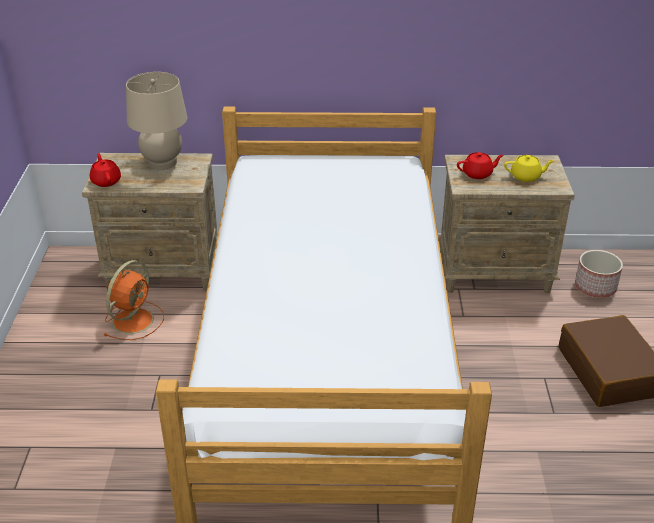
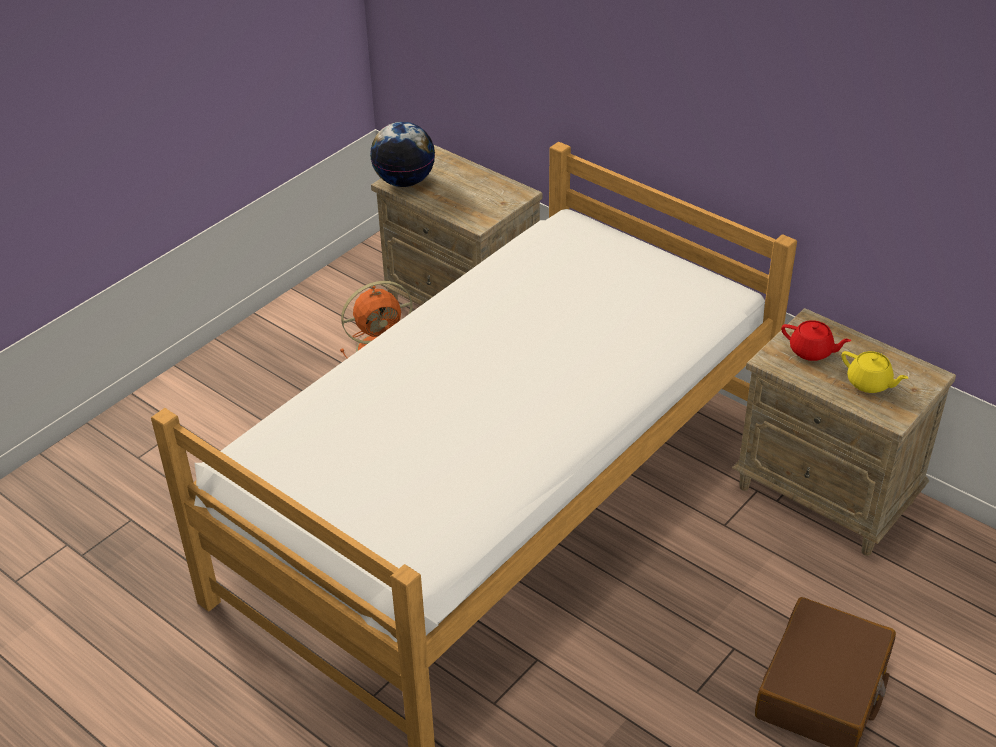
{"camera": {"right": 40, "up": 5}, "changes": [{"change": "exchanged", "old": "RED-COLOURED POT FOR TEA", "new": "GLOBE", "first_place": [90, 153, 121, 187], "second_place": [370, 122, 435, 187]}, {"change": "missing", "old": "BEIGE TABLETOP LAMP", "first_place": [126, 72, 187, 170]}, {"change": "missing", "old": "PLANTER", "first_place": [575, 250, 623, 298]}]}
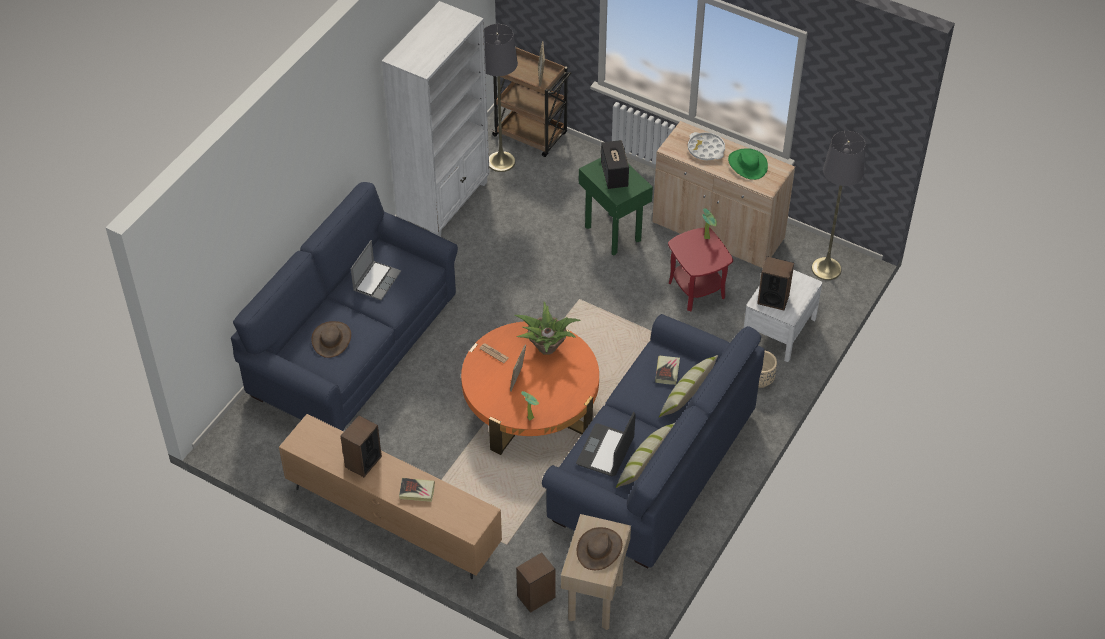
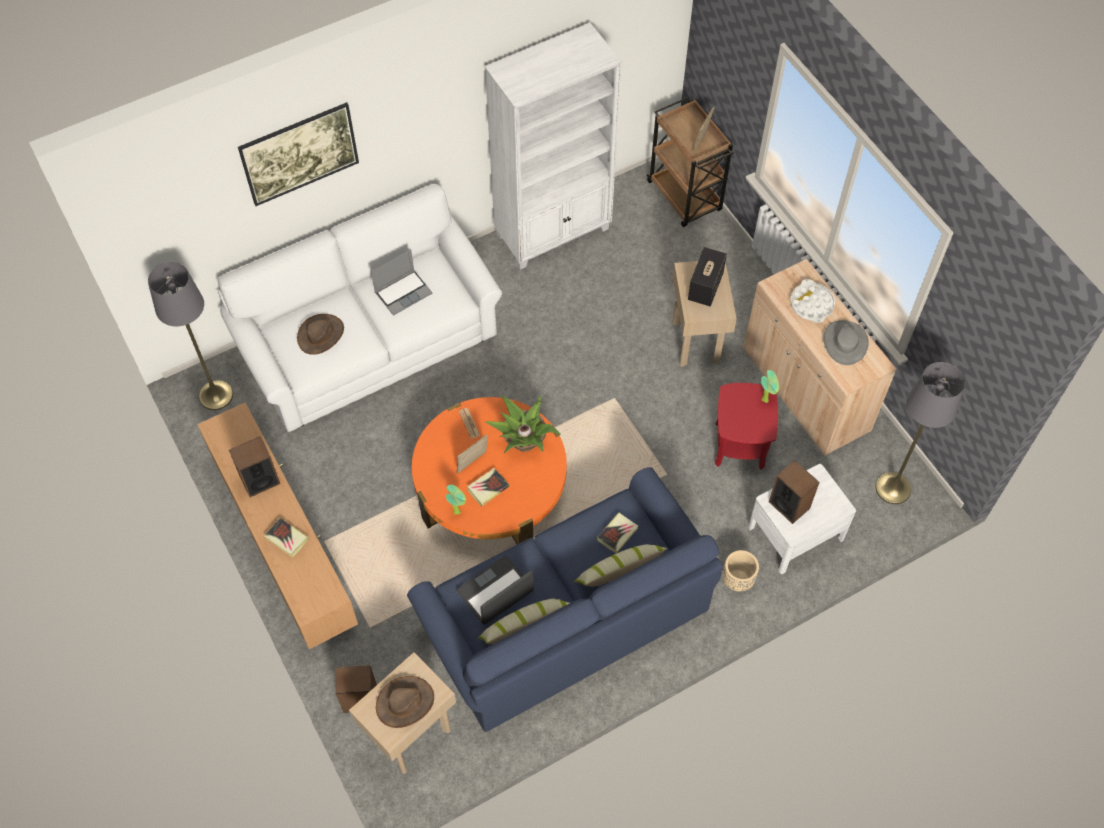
{"camera": {"right": 30, "up": 10}, "changes": [{"change": "colour", "old": "BLUISH SOFA", "new": "WHITE SOFA", "first_place": [231, 182, 458, 431], "second_place": [218, 184, 502, 432]}, {"change": "relocated", "old": "GREYISH STANDARD LAMP", "first_place": [484, 24, 518, 172], "second_place": [148, 262, 233, 410]}, {"change": "colour", "old": "GREEN ACCENT TABLE", "new": "BEIGE ACCENT TABLE", "first_place": [579, 158, 653, 255], "second_place": [672, 261, 737, 367]}, {"change": "colour", "old": "GREEN WEARABLE HAT", "new": "GREYISH WEARABLE HAT", "first_place": [728, 148, 768, 180], "second_place": [823, 320, 869, 365]}, {"change": "appeared", "new": "WALL ART", "second_place": [238, 102, 359, 206]}, {"change": "appeared", "new": "VOLUME", "second_place": [467, 468, 509, 506]}]}
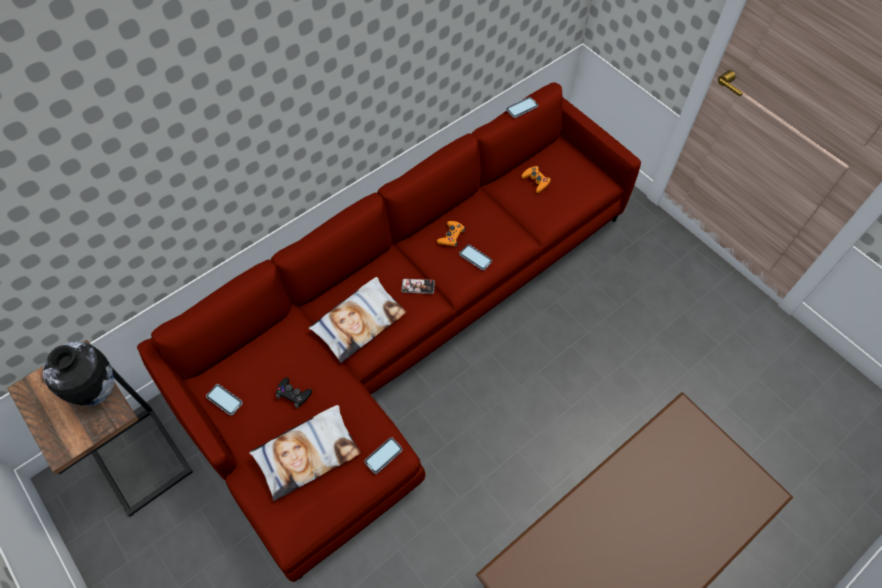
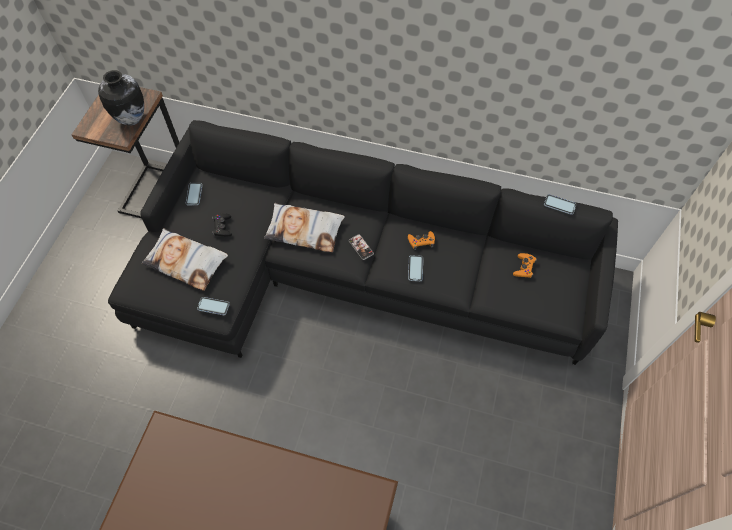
{"camera": {"right": 55, "up": 0}, "changes": [{"change": "colour", "old": "RED-COLOURED SOFA", "new": "BLACK-COLOURED SOFA", "first_place": [137, 82, 641, 582], "second_place": [108, 120, 618, 365]}]}
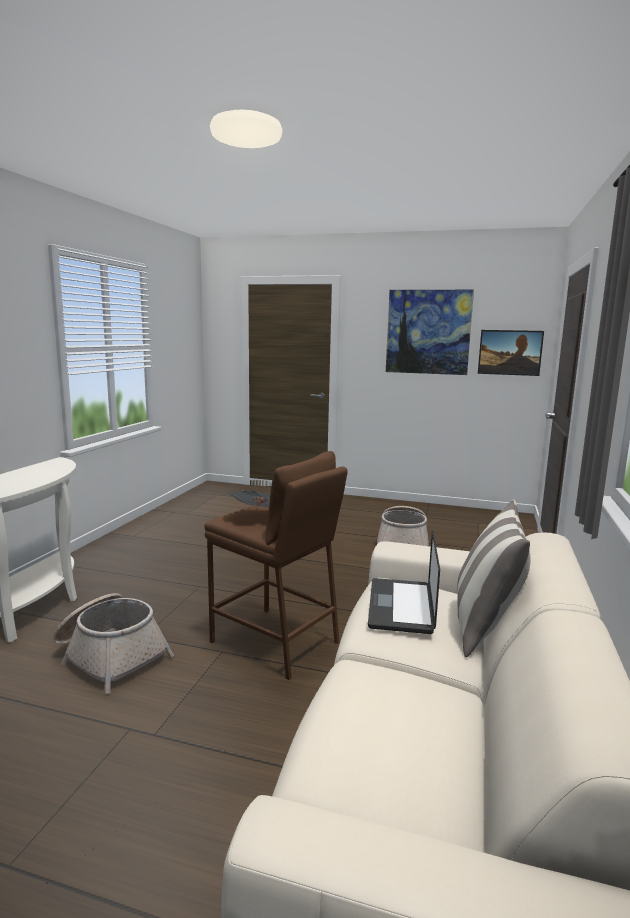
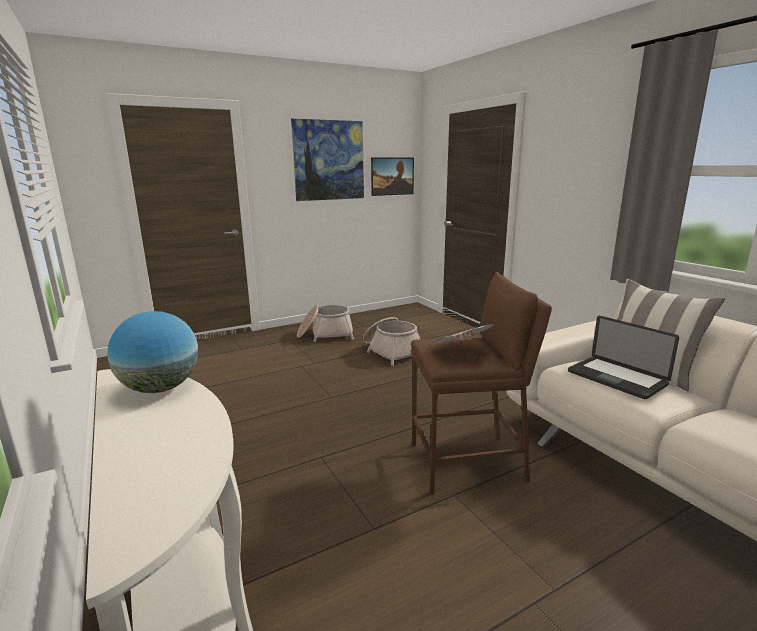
{"camera": {"right": -45, "up": 5}, "changes": [{"change": "relocated", "old": "BASKET", "first_place": [54, 593, 174, 694], "second_place": [297, 305, 354, 342]}, {"change": "appeared", "new": "GLOBE", "second_place": [107, 311, 198, 393]}]}
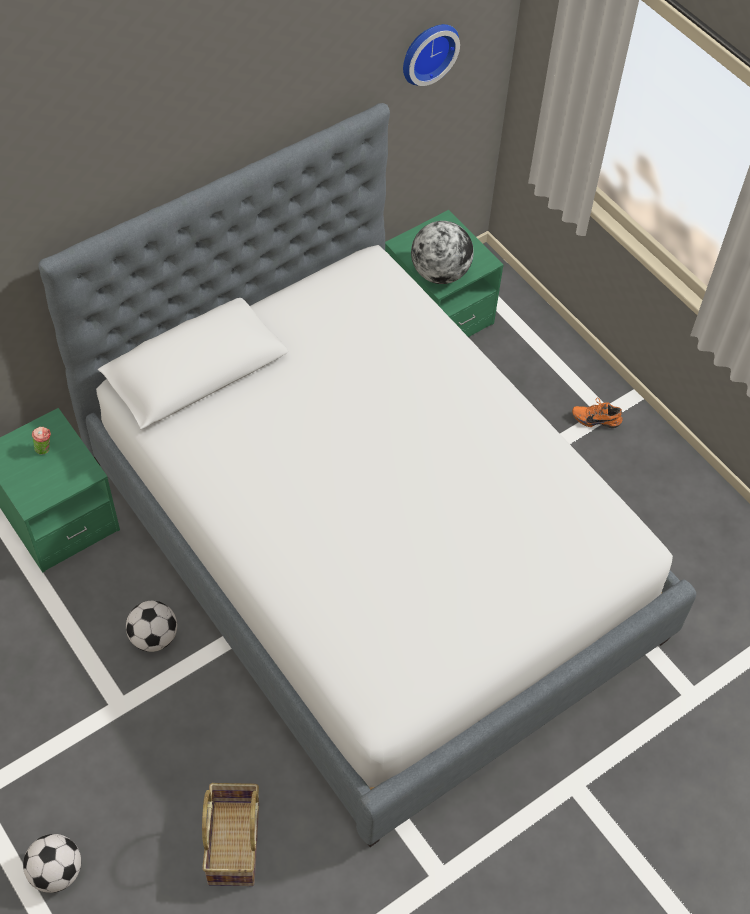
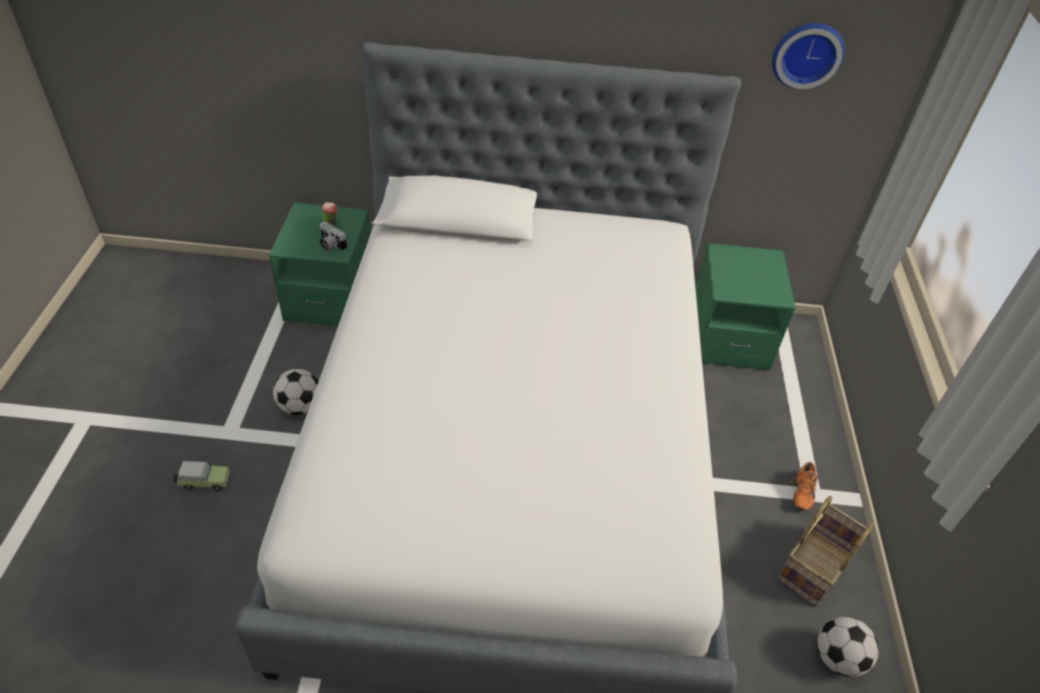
{"camera": {"right": 40, "up": -10}, "changes": [{"change": "relocated", "old": "FOOTBALL BALL", "first_place": [23, 834, 81, 893], "second_place": [817, 616, 879, 677]}, {"change": "relocated", "old": "BASKET", "first_place": [202, 783, 259, 886], "second_place": [777, 496, 874, 607]}, {"change": "missing", "old": "GLOBE", "first_place": [411, 221, 474, 284]}, {"change": "spun", "old": "ORANGE LOW SHOE", "first_place": [572, 398, 623, 428], "second_place": [791, 462, 818, 510], "degrees": -120}, {"change": "appeared", "new": "MINIATURE CAR", "second_place": [173, 461, 230, 491]}, {"change": "appeared", "new": "PHOTO CAMERA", "second_place": [320, 222, 347, 251]}]}
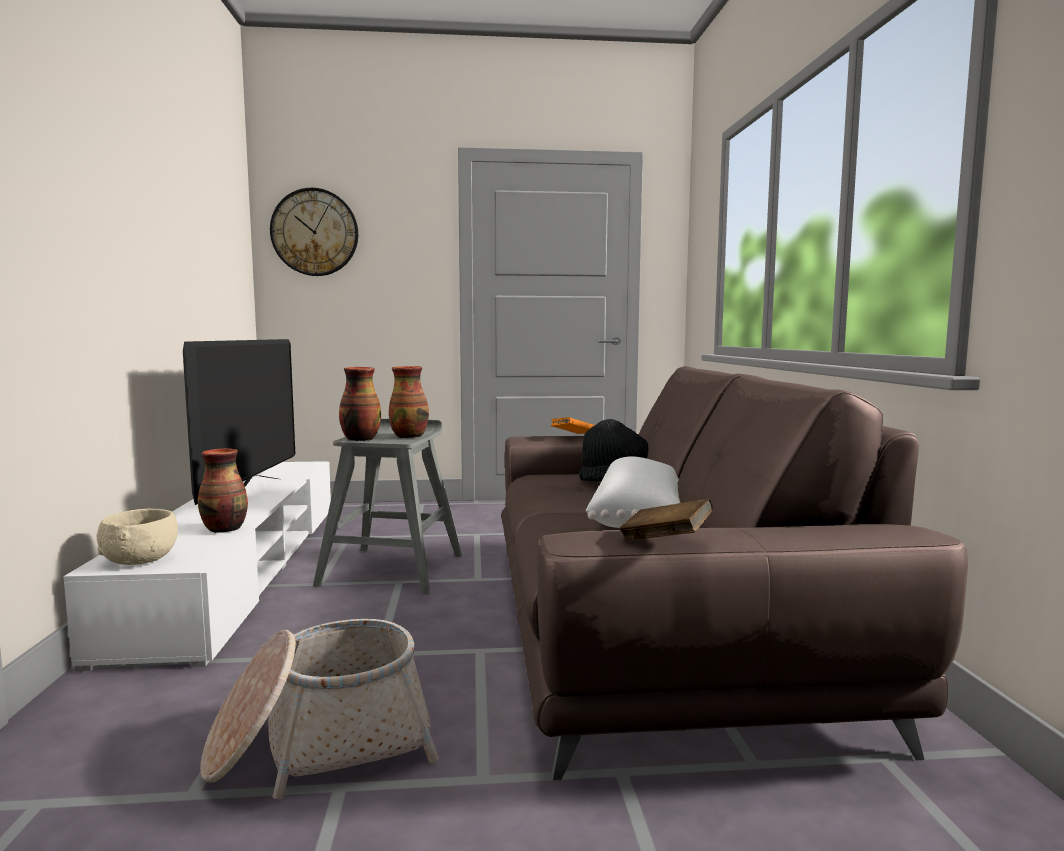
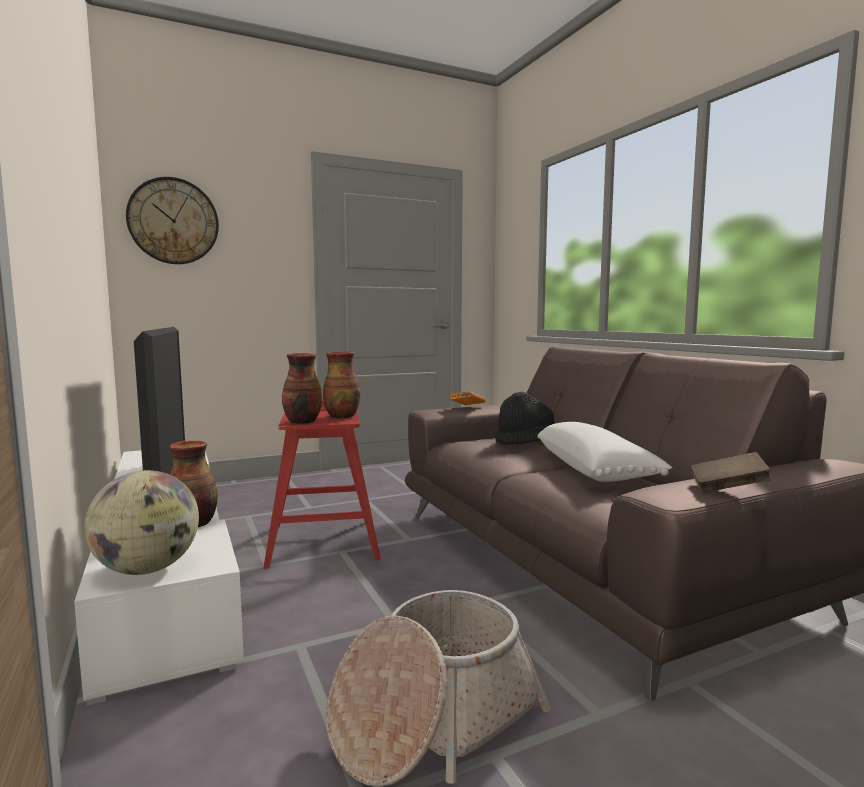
{"camera": {"right": -20, "up": 0}, "changes": [{"change": "exchanged", "old": "BEIGE SERVING BOWL", "new": "GLOBE", "first_place": [97, 509, 178, 565], "second_place": [84, 470, 199, 575]}, {"change": "colour", "old": "GREYISH STOOL", "new": "RED-COLOURED STOOL", "first_place": [313, 418, 462, 595], "second_place": [263, 400, 381, 569]}]}
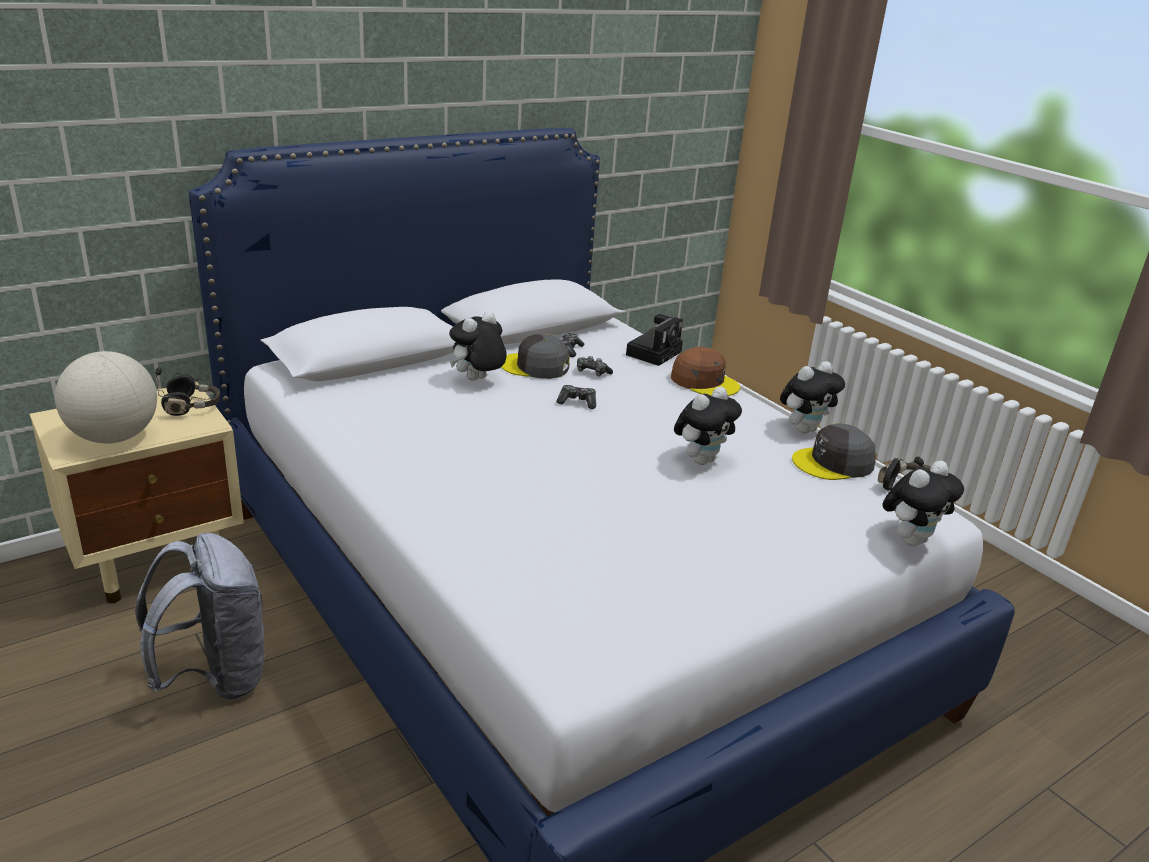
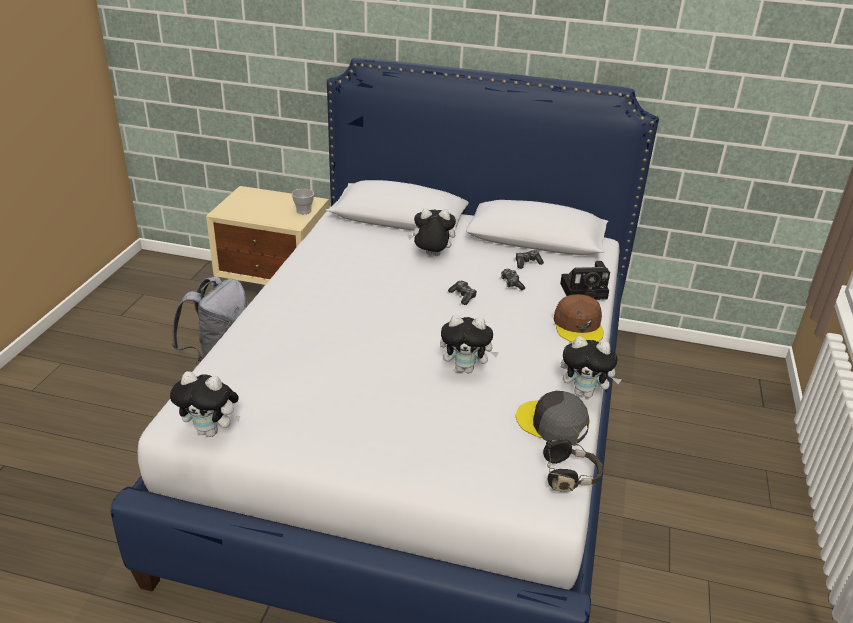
{"camera": {"right": 50, "up": 5}, "changes": [{"change": "missing", "old": "GLOBE", "first_place": [55, 351, 157, 443]}, {"change": "exchanged", "old": "BLACK-COLOURED PAIR OF HEADPHONES", "new": "SMALL CUP", "first_place": [155, 367, 220, 416], "second_place": [292, 189, 314, 214]}, {"change": "missing", "old": "GREYISH BASEBALL CAP", "first_place": [501, 334, 570, 379]}, {"change": "relocated", "old": "CUDDLY TOY", "first_place": [882, 461, 964, 546], "second_place": [170, 371, 240, 437]}]}
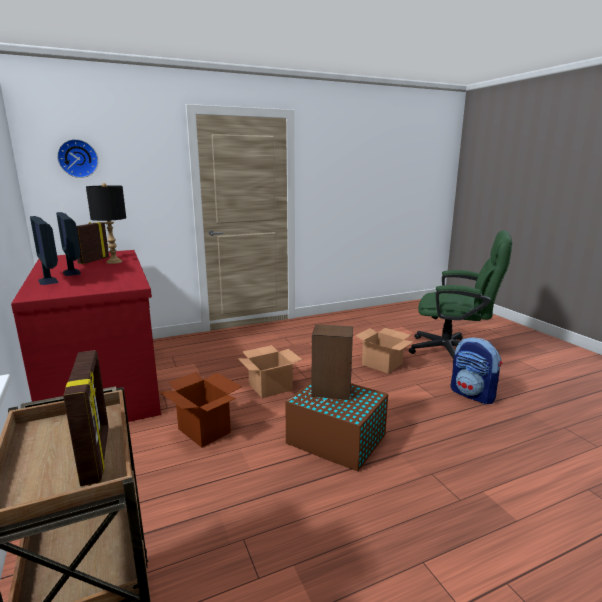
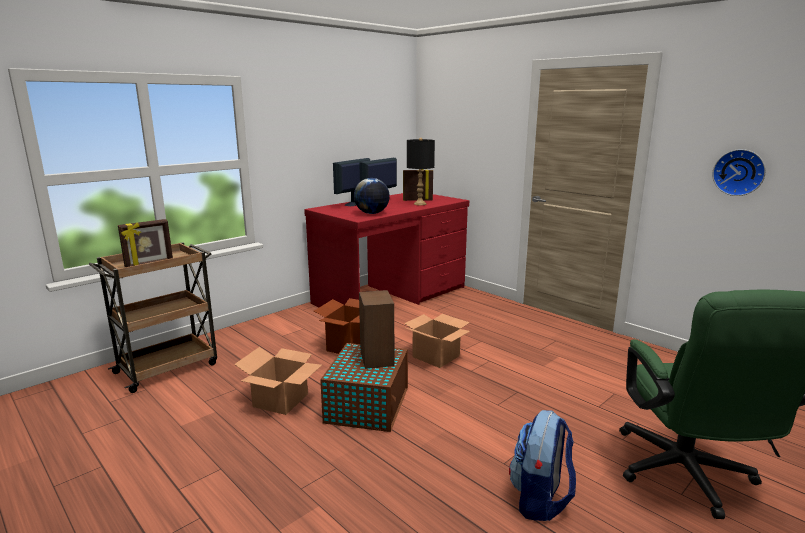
{"camera": {"right": 70, "up": 0}, "changes": [{"change": "relocated", "old": "CLOCK ON THE WALL", "first_place": [57, 139, 98, 178], "second_place": [712, 149, 766, 196]}, {"change": "relocated", "old": "CARDBOARD BOX", "first_place": [355, 328, 413, 373], "second_place": [234, 347, 322, 415]}, {"change": "appeared", "new": "GLOBE", "second_place": [354, 178, 390, 214]}]}
